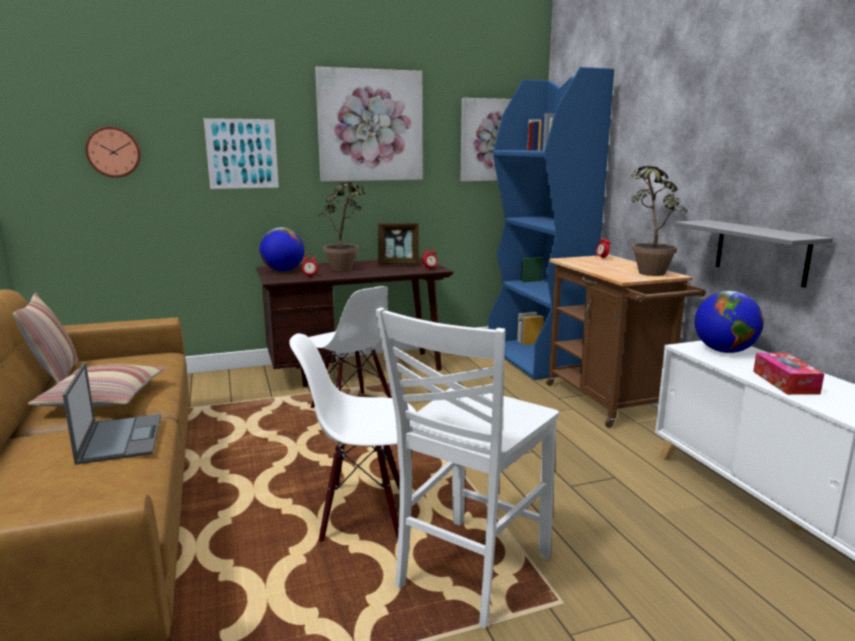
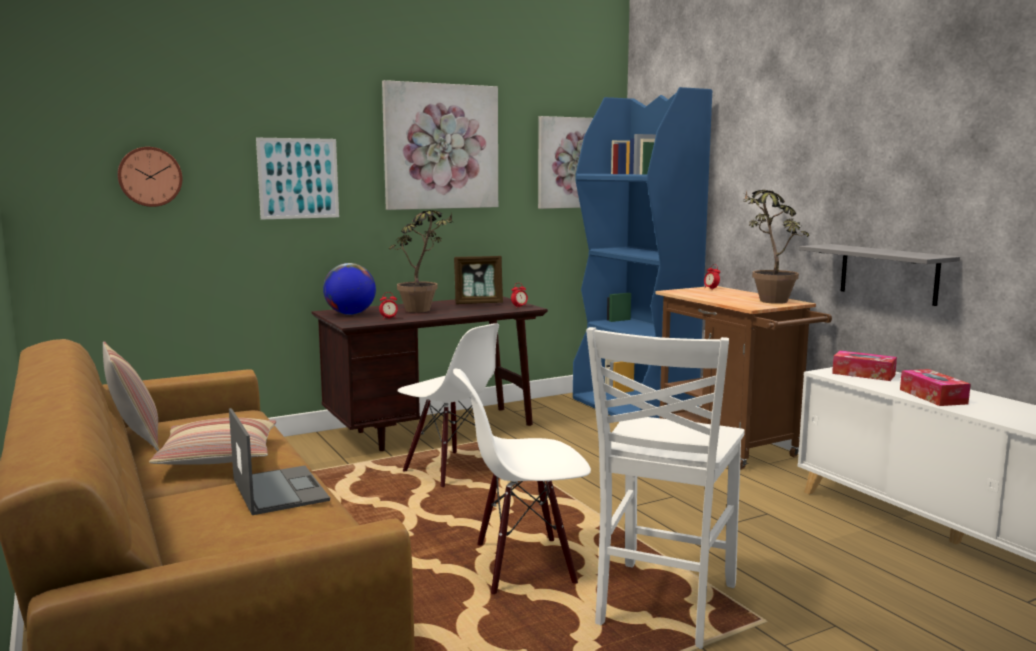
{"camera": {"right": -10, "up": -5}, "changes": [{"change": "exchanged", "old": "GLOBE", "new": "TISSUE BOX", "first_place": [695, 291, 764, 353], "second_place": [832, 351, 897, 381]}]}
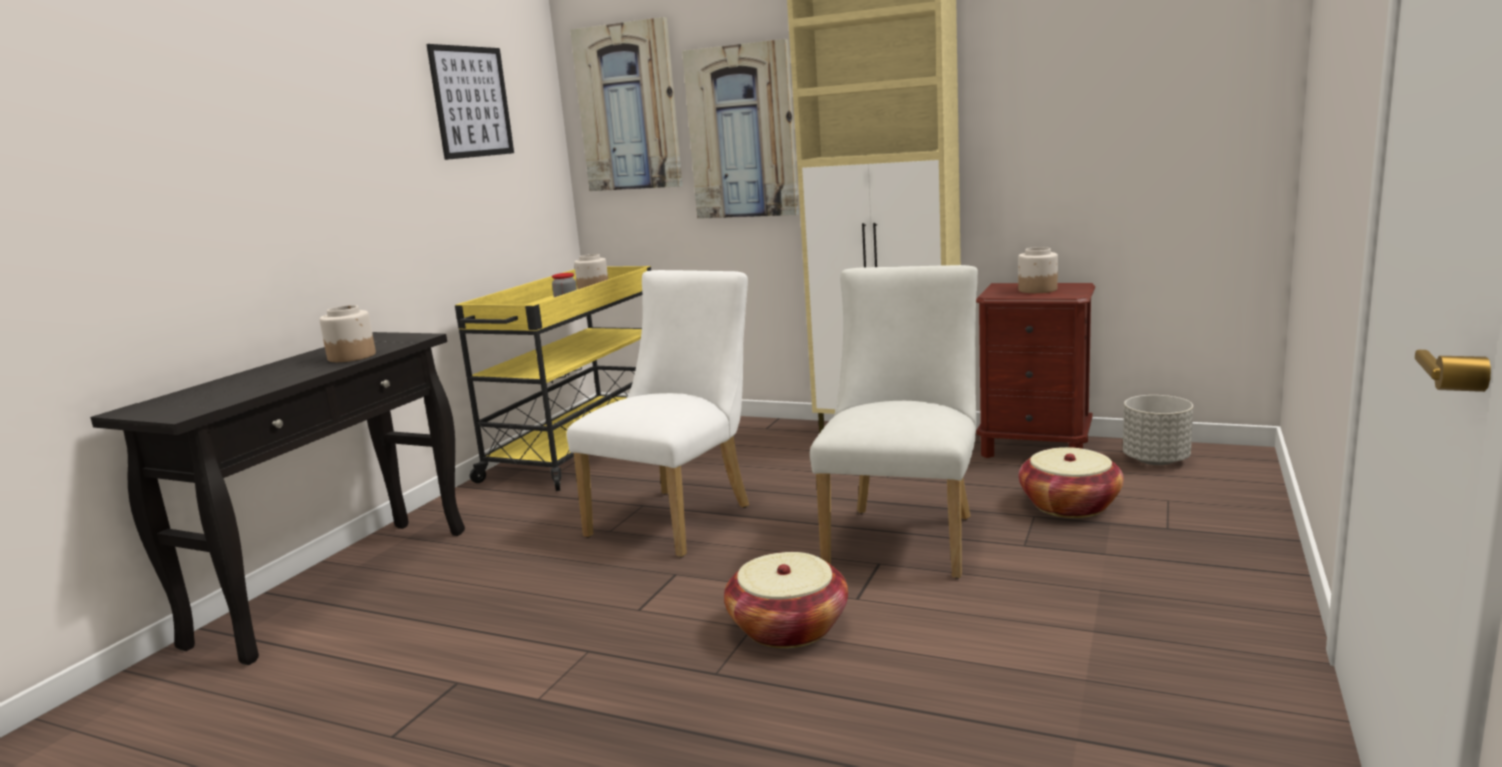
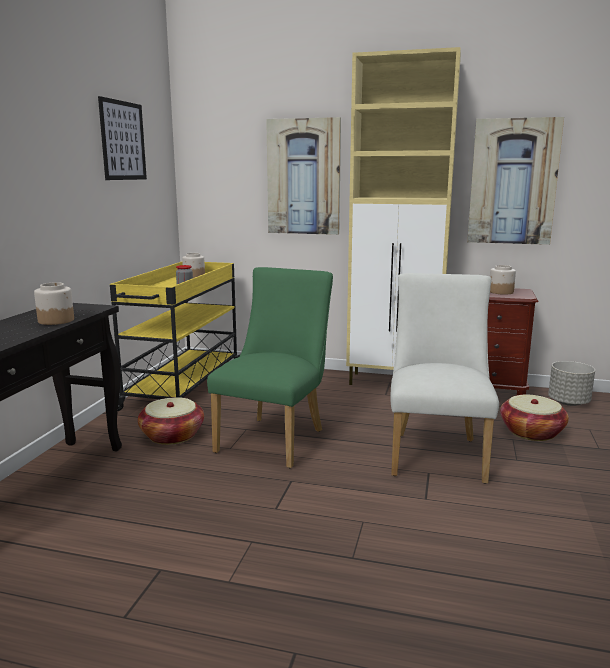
{"camera": {"right": -10, "up": 0}, "changes": [{"change": "colour", "old": "WHITE UPRIGHT CHAIR", "new": "GREEN UPRIGHT CHAIR", "first_place": [566, 270, 749, 557], "second_place": [207, 267, 333, 468]}, {"change": "relocated", "old": "WALL ART", "first_place": [570, 17, 683, 191], "second_place": [467, 117, 564, 245]}, {"change": "relocated", "old": "BASKET", "first_place": [724, 552, 848, 648], "second_place": [138, 397, 204, 445]}]}
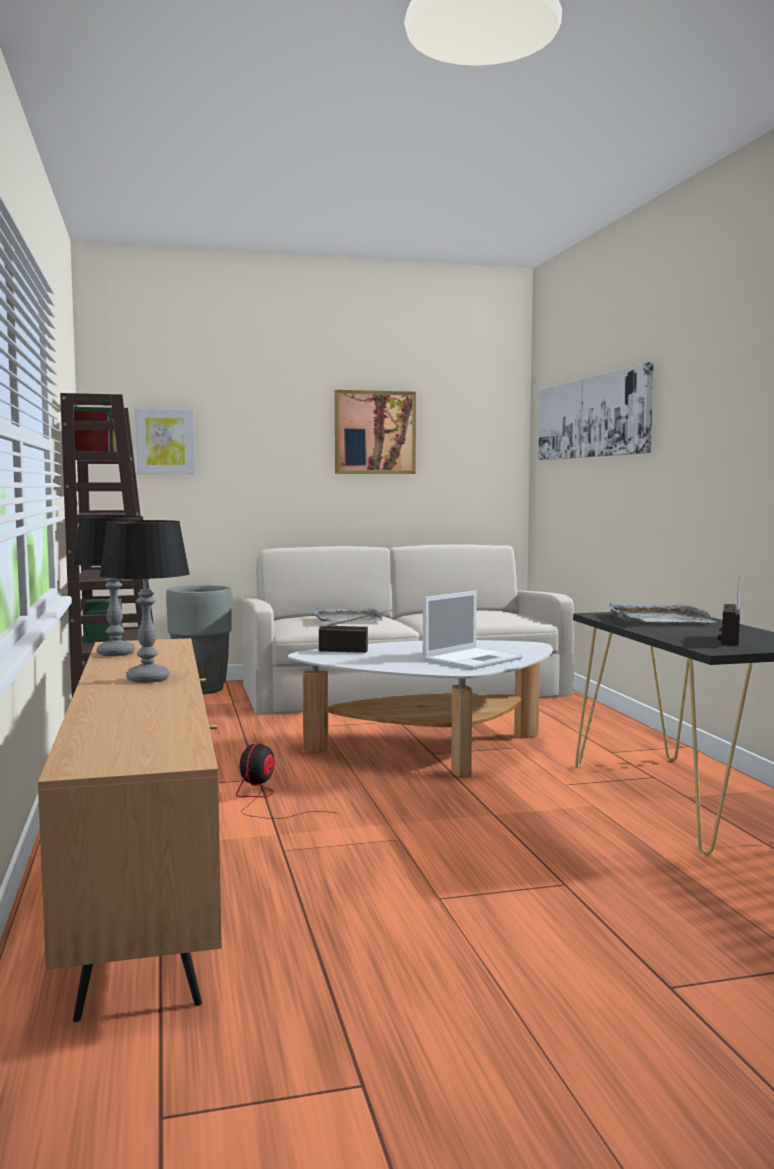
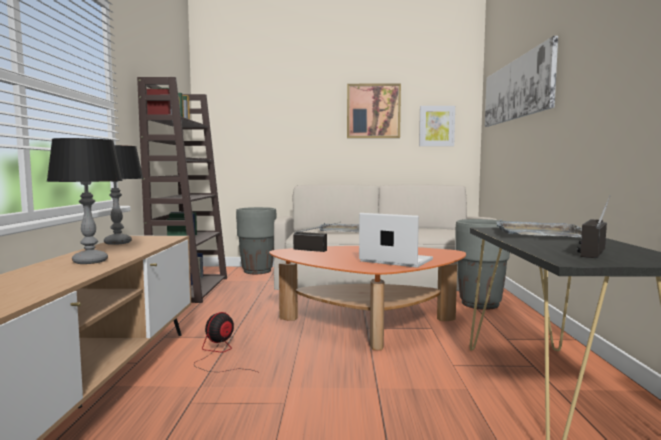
{"camera": {"right": 15, "up": 0}, "changes": [{"change": "relocated", "old": "WALL ART", "first_place": [135, 408, 195, 474], "second_place": [419, 106, 455, 146]}, {"change": "colour", "old": "WHITE COFFEE TABLE", "new": "ORANGE COFFEE TABLE", "first_place": [288, 640, 553, 778], "second_place": [269, 246, 466, 350]}, {"change": "spun", "old": "LAPTOP", "first_place": [423, 591, 523, 670], "second_place": [359, 213, 433, 268], "degrees": -120}, {"change": "appeared", "new": "GREYISH PLANTER", "second_place": [455, 219, 510, 310]}]}
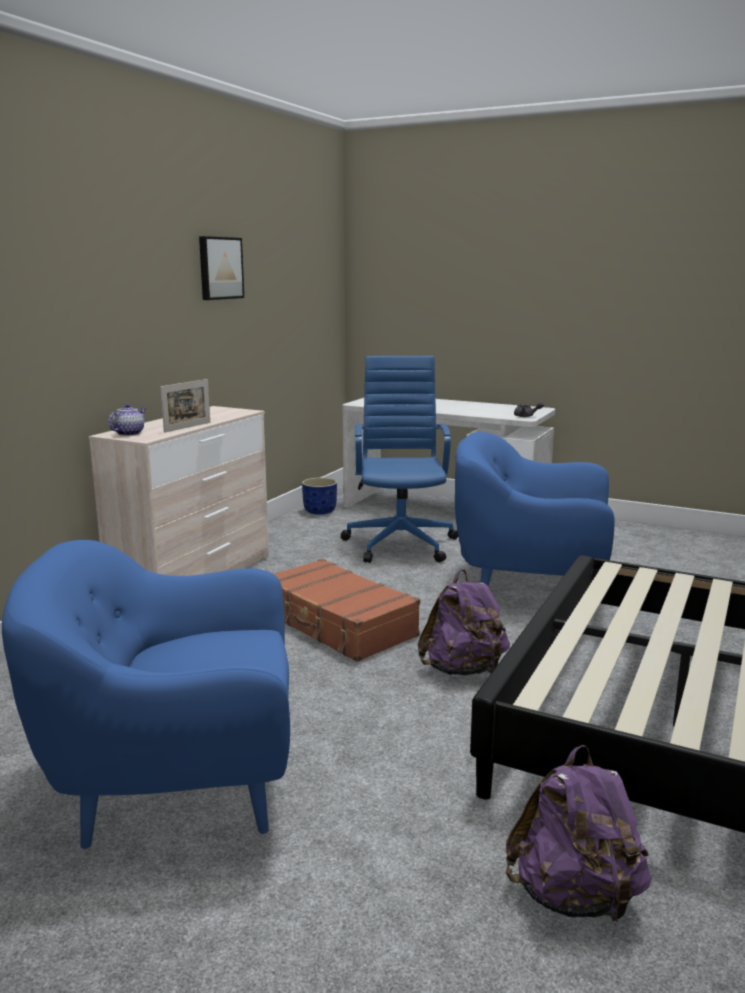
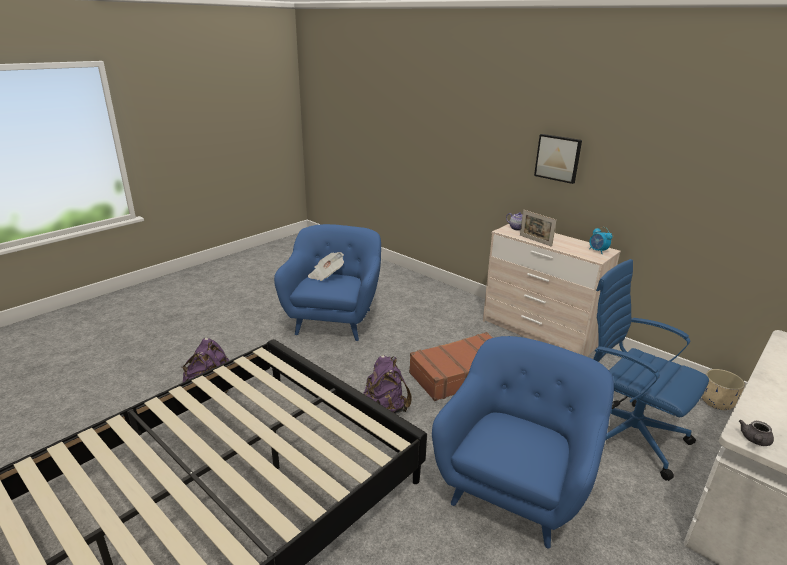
{"camera": {"right": 105, "up": 10}, "changes": [{"change": "relocated", "old": "WALL ART", "first_place": [199, 236, 244, 300], "second_place": [534, 134, 582, 184]}, {"change": "colour", "old": "BLUISH PLANTER", "new": "BEIGE PLANTER", "first_place": [302, 478, 337, 515], "second_place": [702, 369, 745, 410]}, {"change": "spun", "old": "BLUISH COMPUTER CHAIR", "first_place": [341, 356, 458, 563], "second_place": [593, 259, 709, 481], "degrees": -150}, {"change": "appeared", "new": "NEWSPAPER", "second_place": [308, 252, 344, 281]}, {"change": "appeared", "new": "ALARM CLOCK", "second_place": [589, 227, 612, 254]}]}
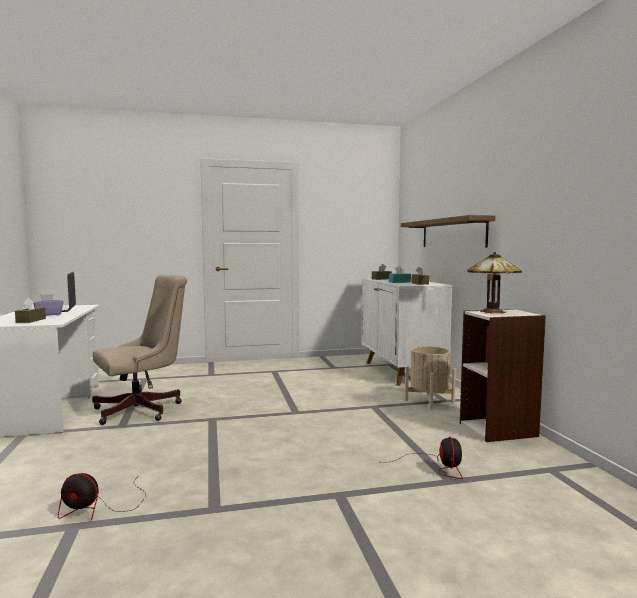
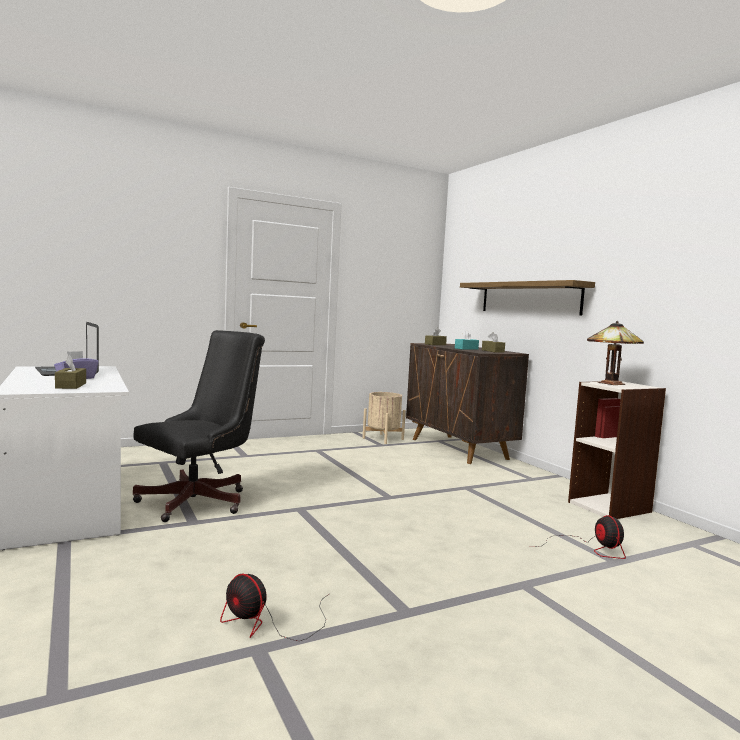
{"camera": {"right": -15, "up": 0}, "changes": [{"change": "spun", "old": "ELECTRIC FAN", "first_place": [58, 473, 146, 520], "second_place": [220, 574, 329, 641], "degrees": 45}, {"change": "colour", "old": "BEIGE COMPUTER CHAIR", "new": "BLACK-COLOURED COMPUTER CHAIR", "first_place": [92, 275, 187, 425], "second_place": [133, 330, 265, 522]}, {"change": "colour", "old": "WHITE STORAGE CABINET", "new": "BROWN STORAGE CABINET", "first_place": [361, 278, 452, 386], "second_place": [406, 343, 529, 464]}, {"change": "relocated", "old": "BEIGE PLANTER", "first_place": [405, 346, 456, 410], "second_place": [363, 392, 406, 444]}]}
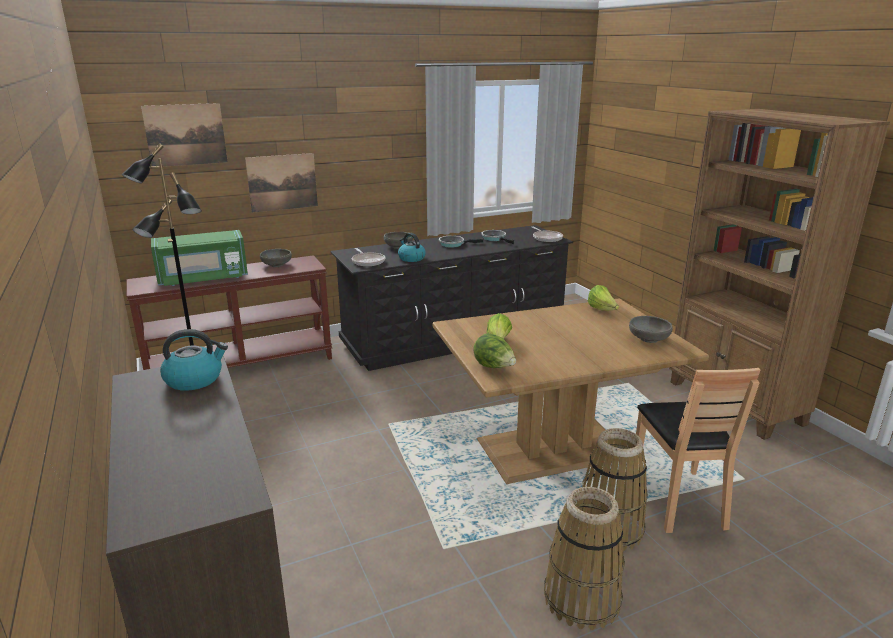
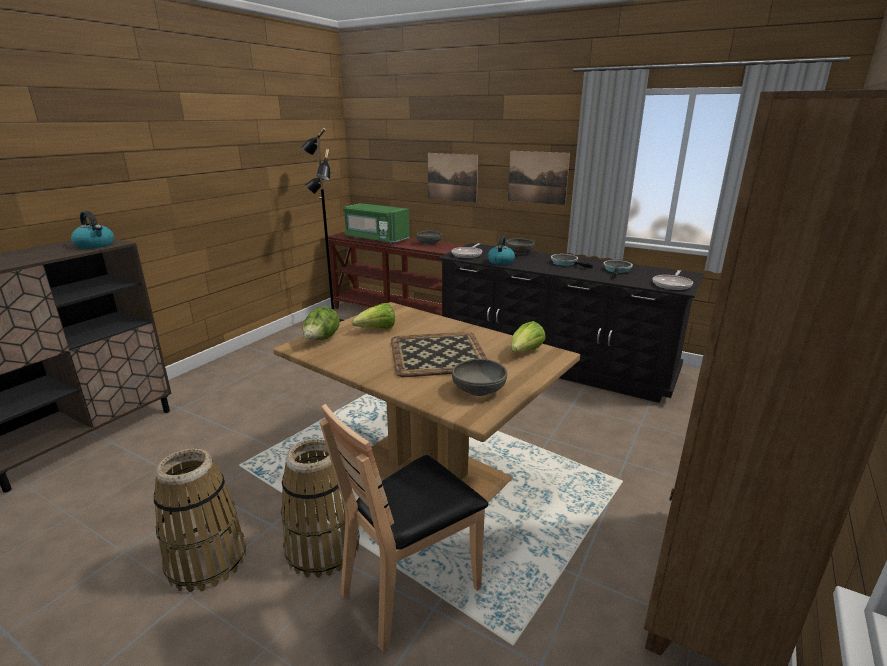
{"camera": {"right": 55, "up": 0}, "changes": [{"change": "relocated", "old": "WALL ART", "first_place": [141, 103, 228, 167], "second_place": [508, 151, 570, 205]}, {"change": "appeared", "new": "CARRYING TRAY", "second_place": [391, 332, 487, 377]}]}
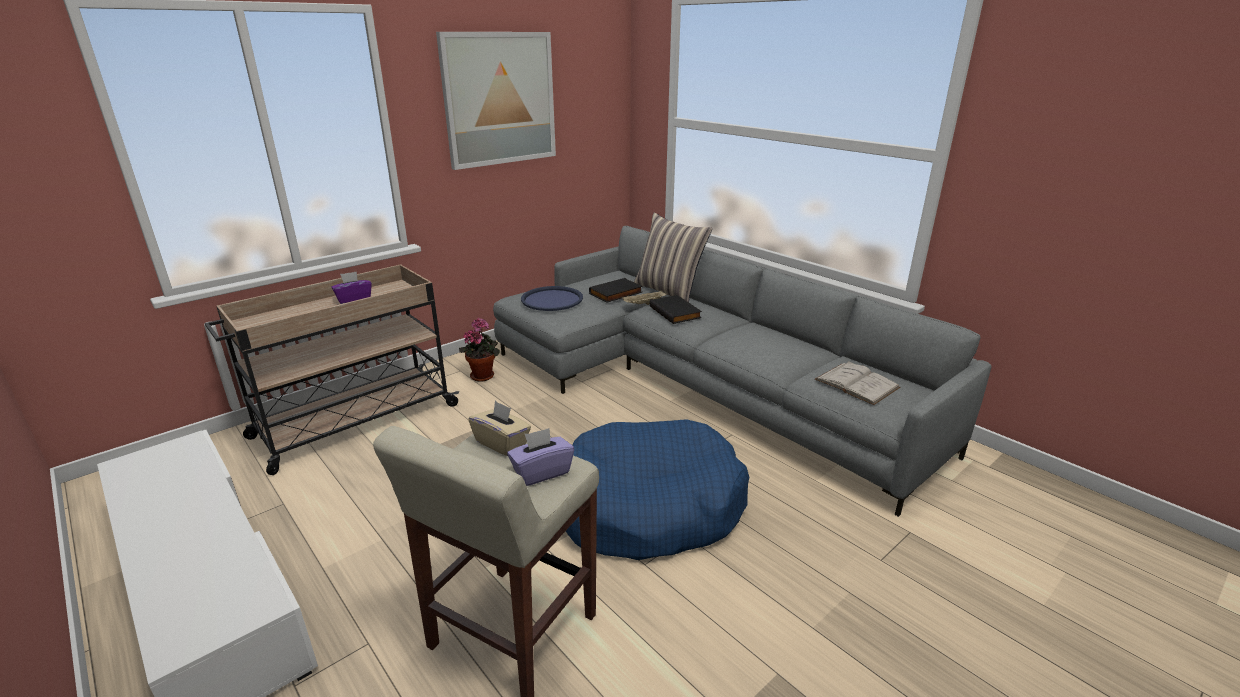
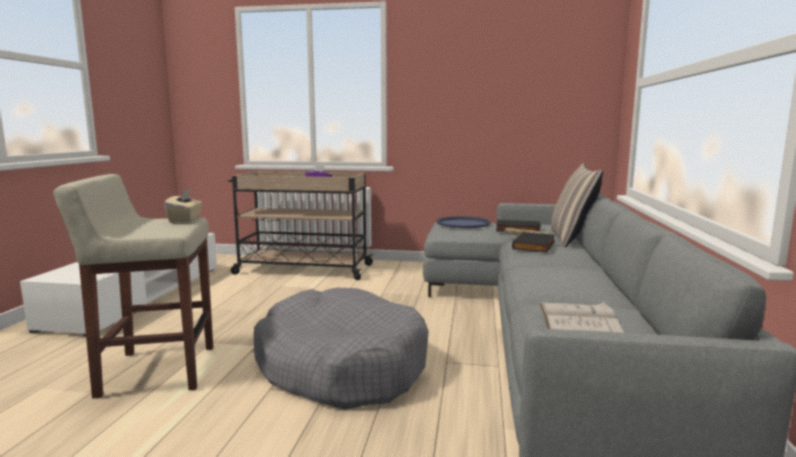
{"camera": {"right": 50, "up": -15}, "changes": [{"change": "missing", "old": "WALL ART", "first_place": [436, 32, 556, 170]}, {"change": "missing", "old": "POTTED PLANT", "first_place": [459, 318, 500, 382]}, {"change": "missing", "old": "PURPLISH TISSUE BOX", "first_place": [507, 428, 574, 486]}, {"change": "colour", "old": "BLUISH PET BED", "new": "GREYISH PET BED", "first_place": [566, 419, 749, 560], "second_place": [254, 288, 429, 410]}]}
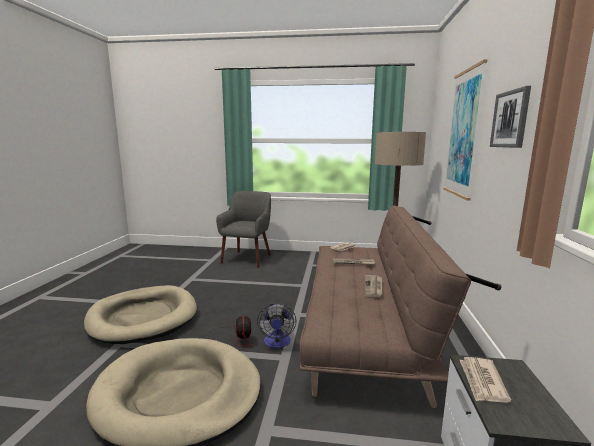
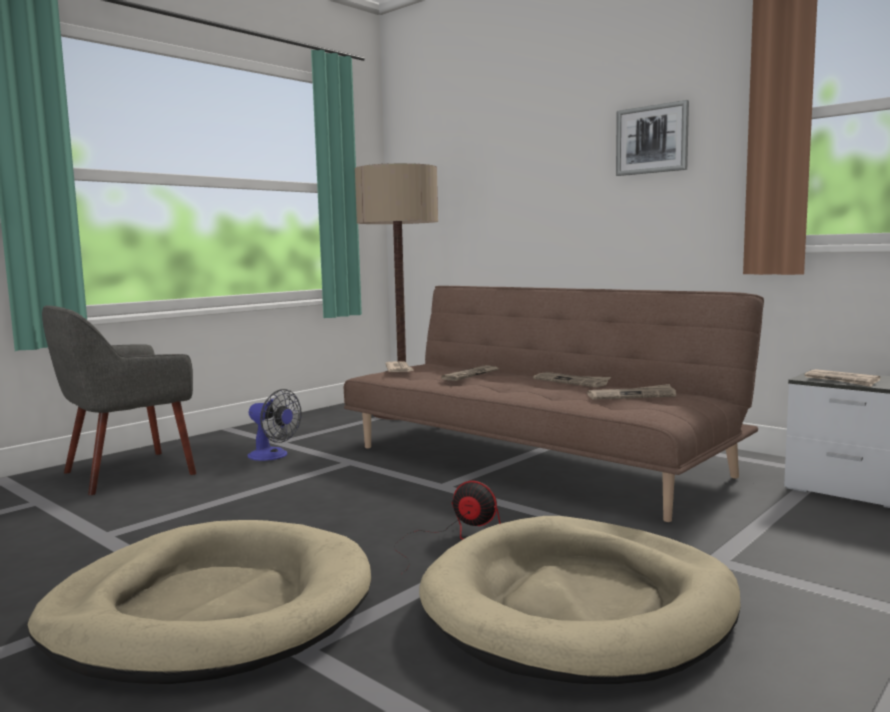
{"camera": {"right": -55, "up": -5}, "changes": [{"change": "spun", "old": "GREYISH ARMCHAIR", "first_place": [216, 191, 271, 267], "second_place": [42, 305, 196, 495], "degrees": -90}, {"change": "relocated", "old": "ELECTRIC FAN", "first_place": [257, 303, 296, 348], "second_place": [247, 389, 302, 461]}, {"change": "missing", "old": "WALL ART", "first_place": [443, 59, 487, 200]}, {"change": "appeared", "new": "NEWSPAPER", "second_place": [587, 384, 676, 400]}]}
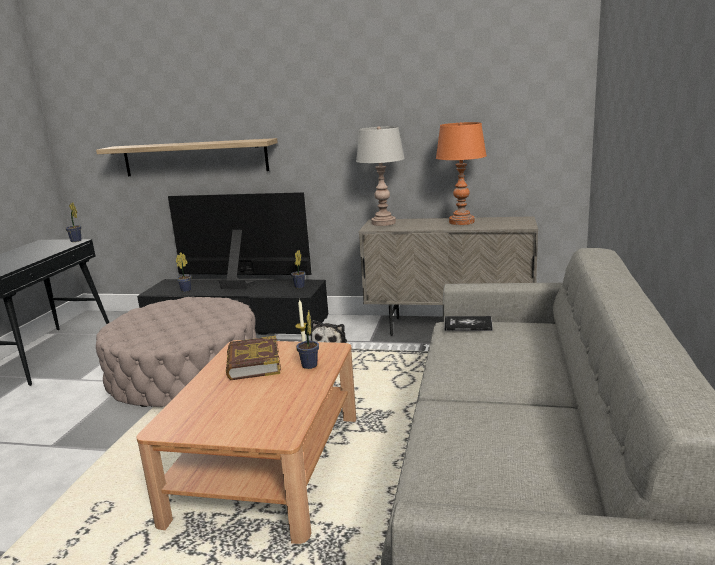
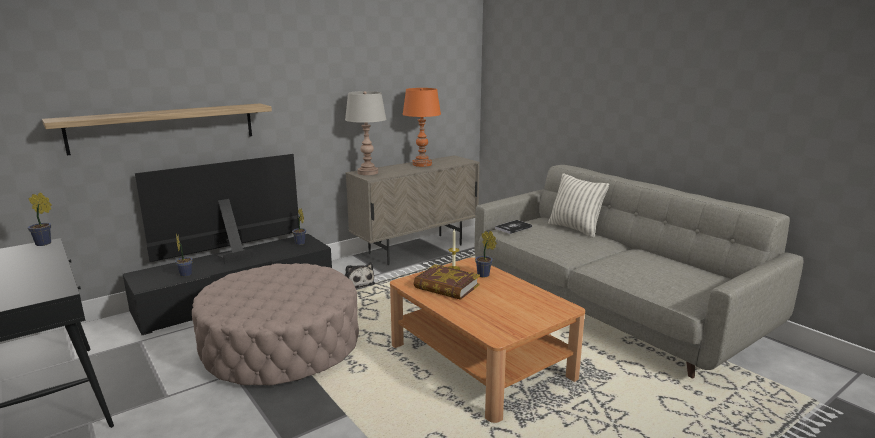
{"camera": {"right": -50, "up": 0}, "changes": [{"change": "appeared", "new": "PILLOW", "second_place": [548, 173, 609, 238]}]}
